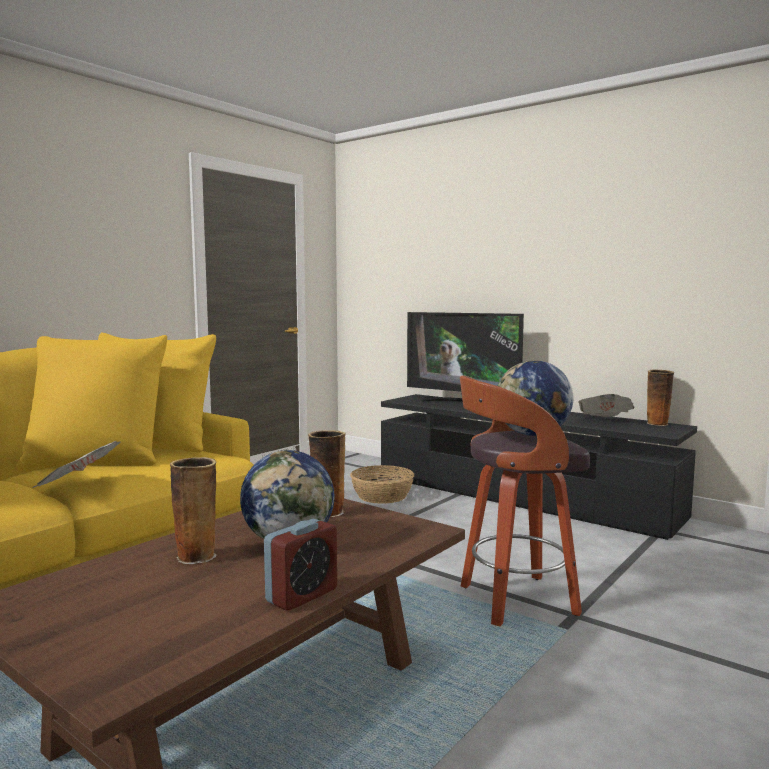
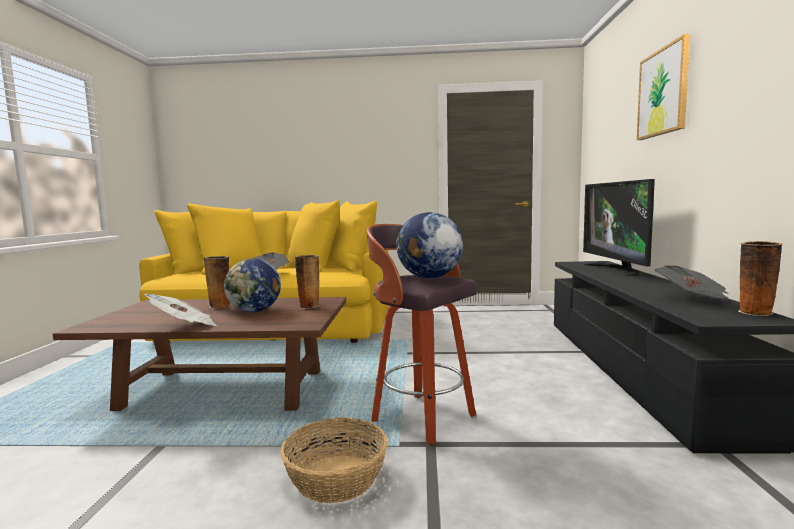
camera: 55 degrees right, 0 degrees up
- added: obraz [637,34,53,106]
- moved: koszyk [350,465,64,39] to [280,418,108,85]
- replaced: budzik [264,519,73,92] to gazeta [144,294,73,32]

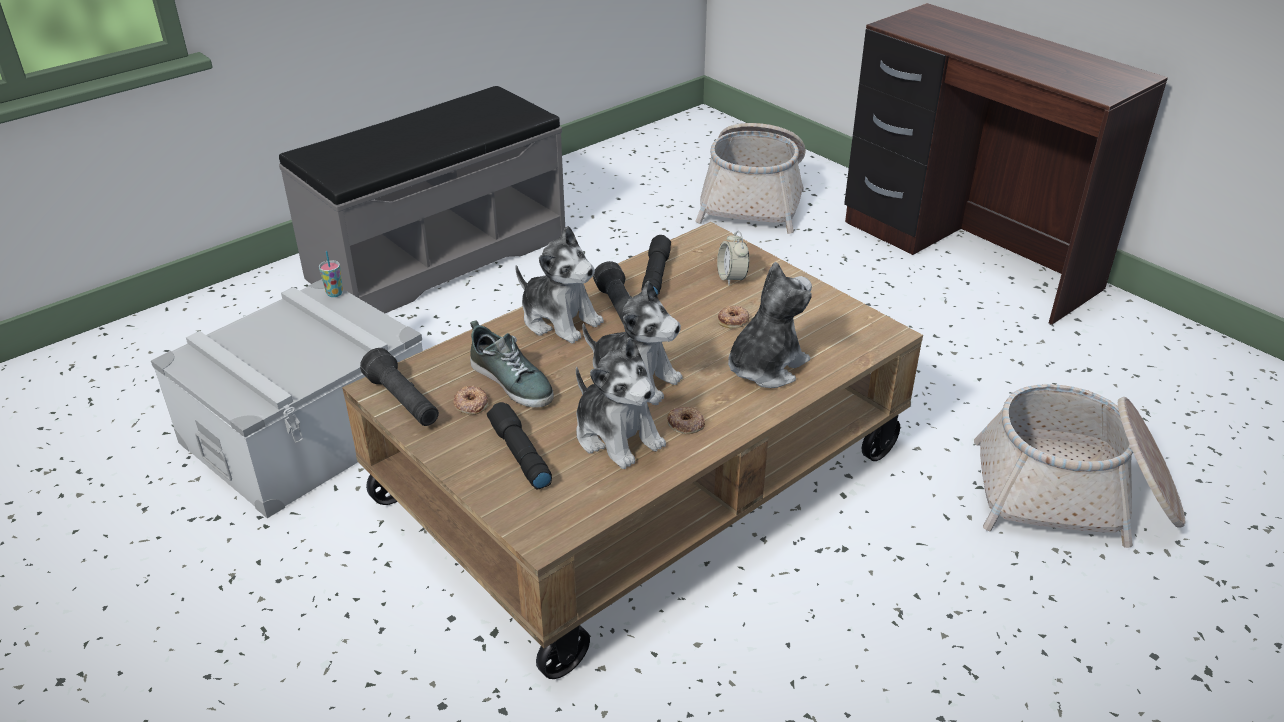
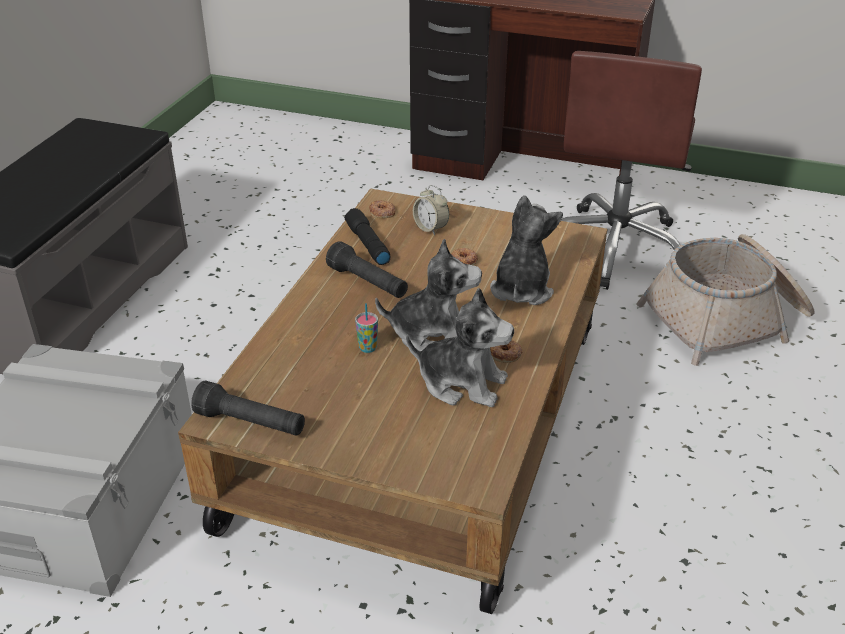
camera: 30 degrees left, 0 degrees up
- removed: but [470,320,84,88]
- removed: latarka (czarny) [487,402,65,88]
- removed: pluszak [515,226,89,117]
- removed: koszyk [695,123,111,111]
- added: krzesło biurowe (brązowy) [561,51,141,239]
- moved: filiżanka [319,251,24,46] to [355,303,23,50]
- moved: donut [453,386,35,29] to [369,200,27,18]

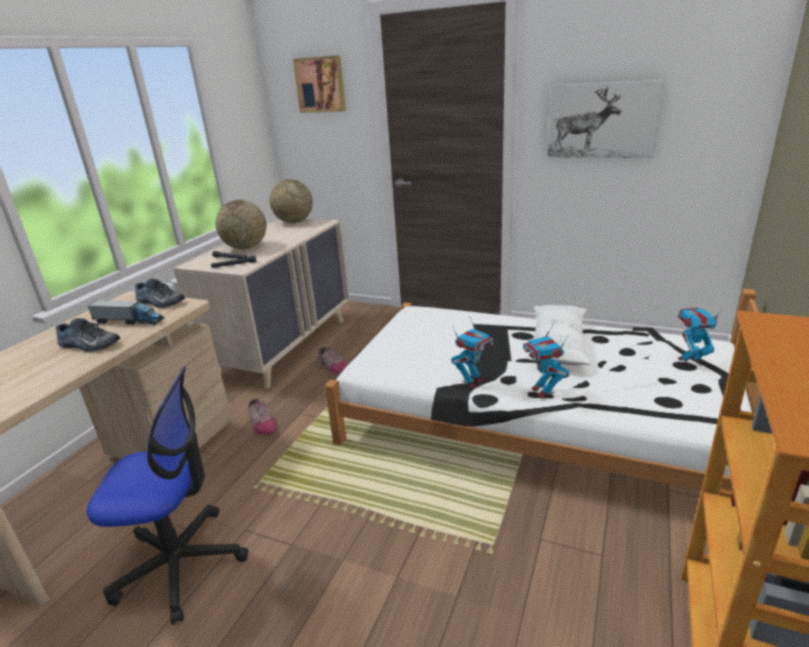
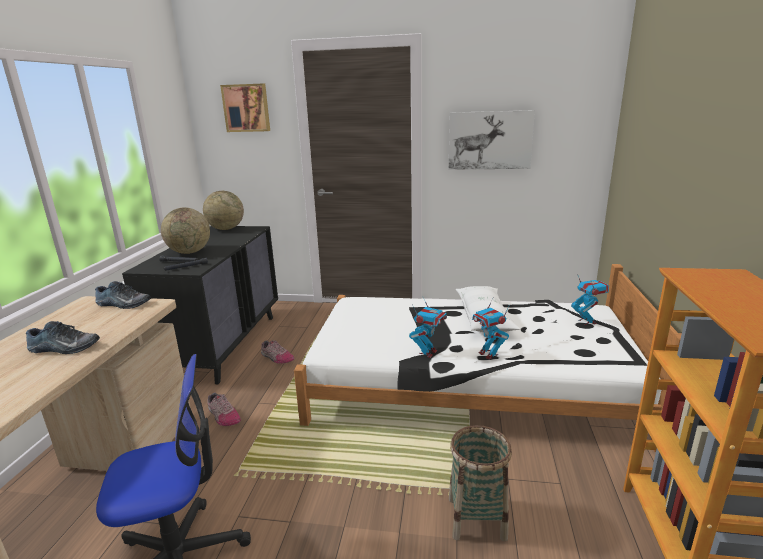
camera: 15 degrees left, 5 degrees down
- removed: ciężarówka zabawkowa [88,300,77,25]
- added: koszyk [449,425,63,117]
- recoloured: komoda (beżowy) [173,219,177,170] to komoda (czarny) [122,226,156,158]
- turned: robot zabawkowy [677,307,45,59] = [571,274,38,51] 90 degrees clockwise

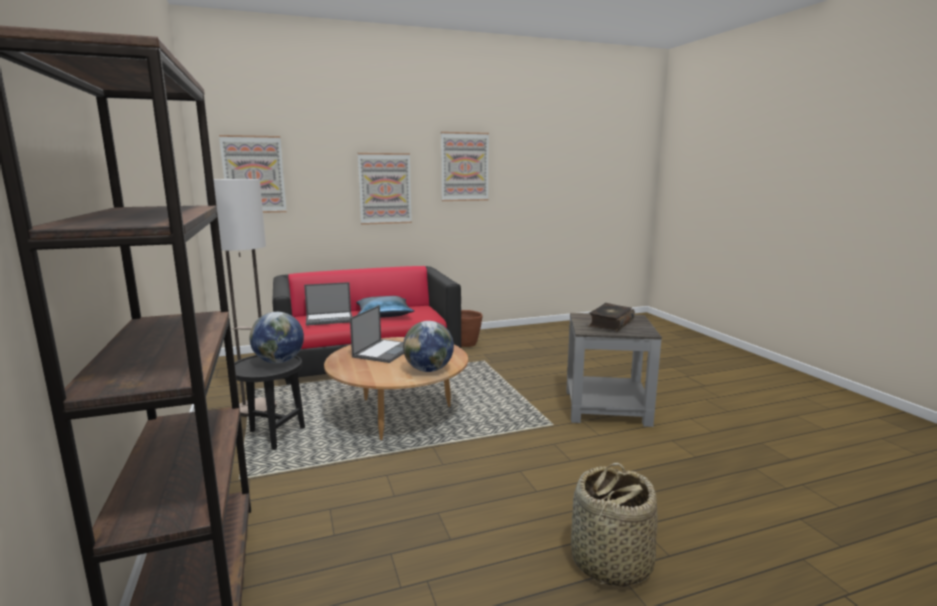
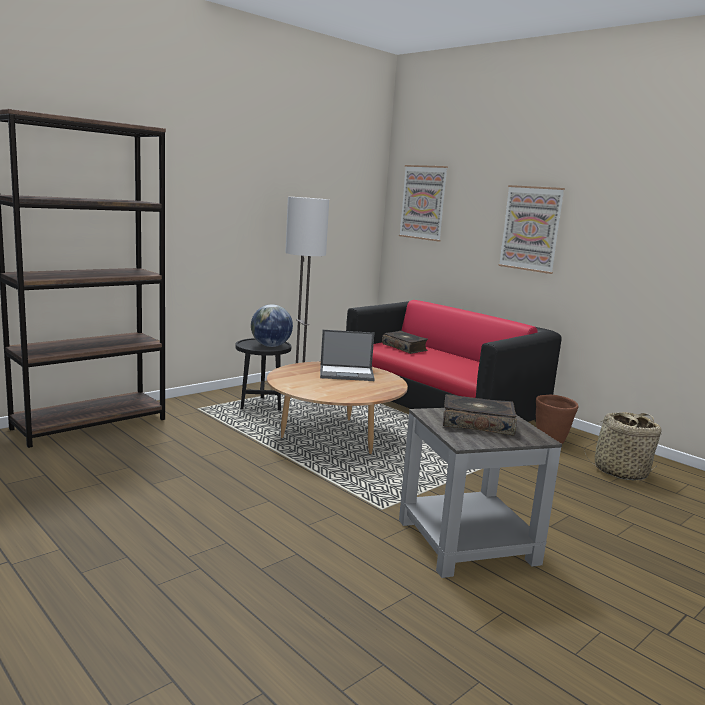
camera: 65 degrees right, 0 degrees up
- removed: poduszka (niebieski) [356,296,58,22]
- removed: globus [403,321,51,51]
- removed: obraz [441,132,48,69]
- moved: koszyk [571,463,86,123] to [584,412,78,68]
- replaced: laptop [304,282,48,44] to książka [382,331,46,23]

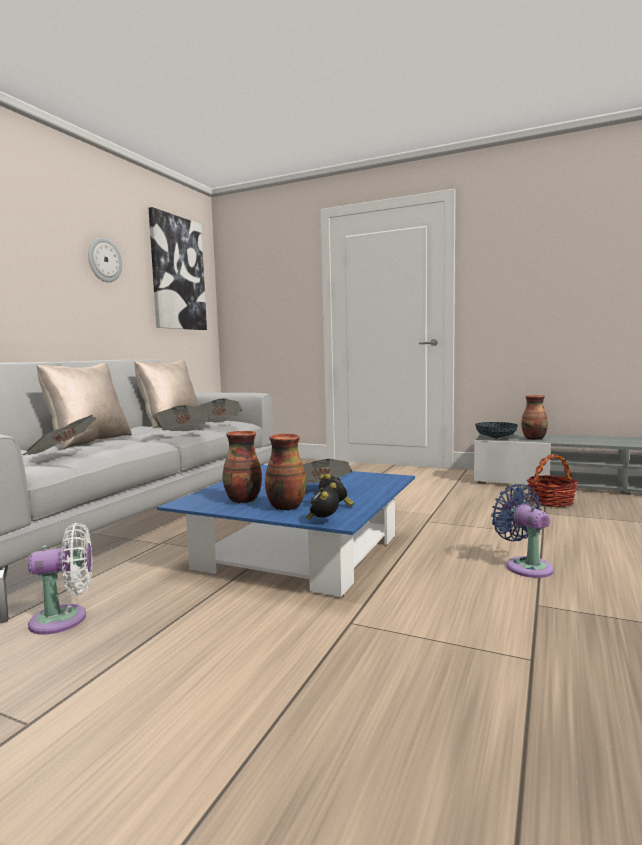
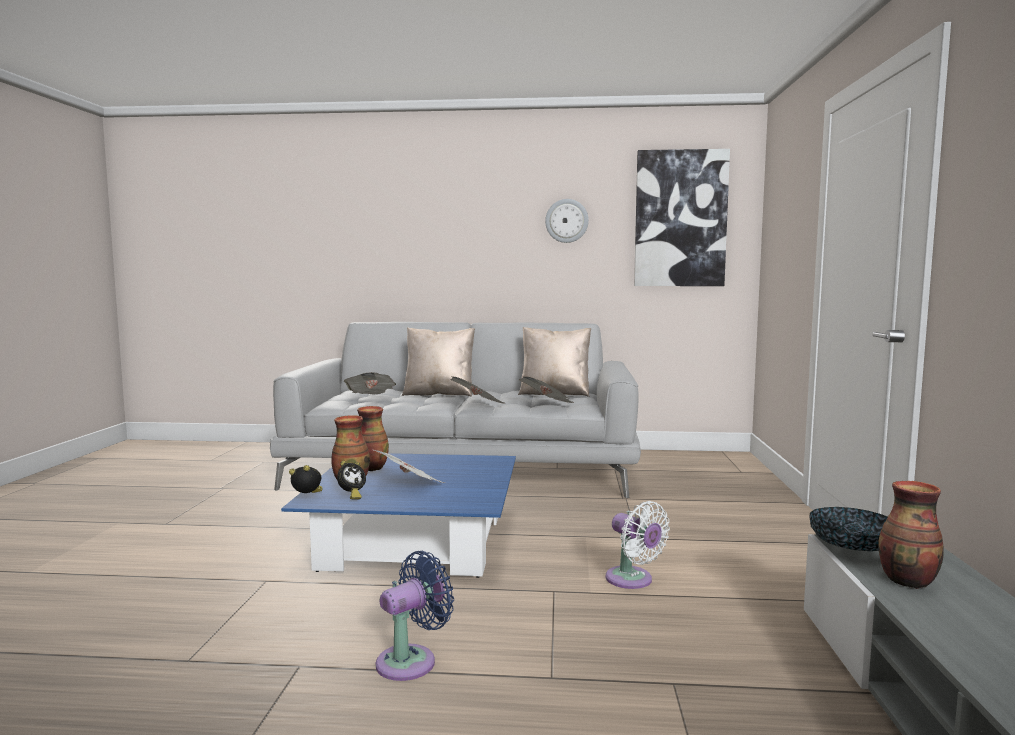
camera: 70 degrees right, 0 degrees up
- removed: koszyk [527,454,51,54]
- moved: wentylator (biały) [28,523,64,111] to [606,501,64,88]

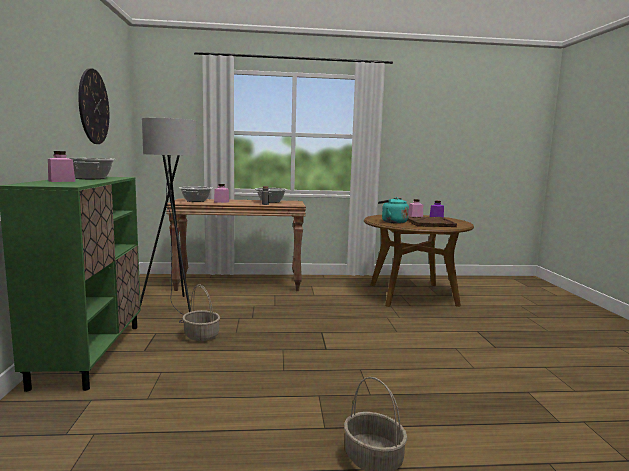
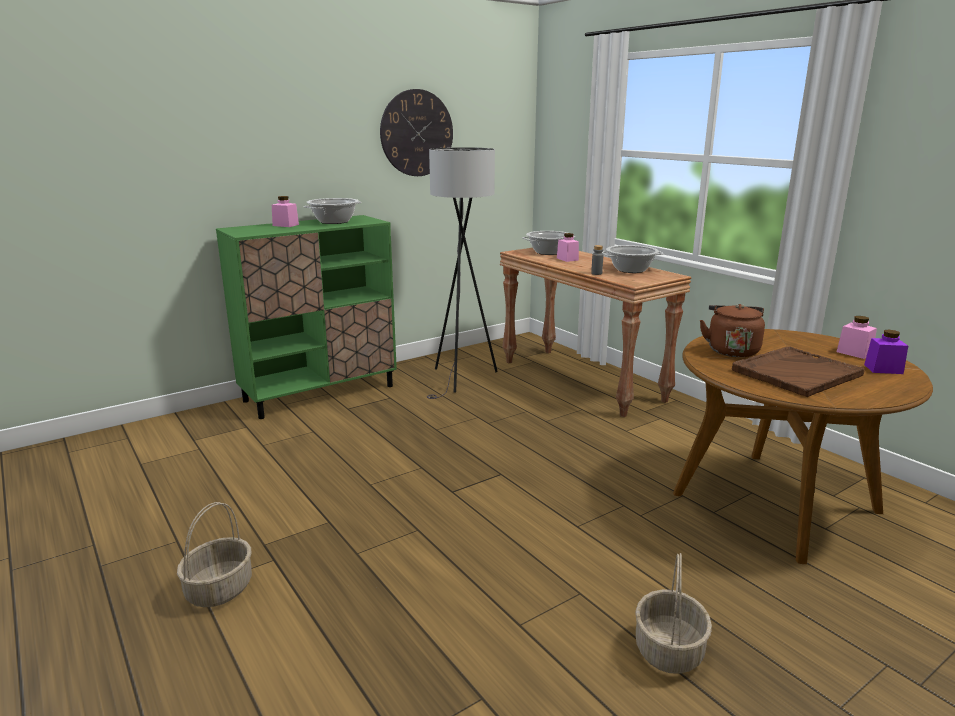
camera: 60 degrees right, 10 degrees up
- moved: koszyk [182,285,38,56] to [635,553,77,121]
- recoloured: czajnik (turkusowy) [378,197,31,27] to czajnik (brązowy) [700,304,65,53]

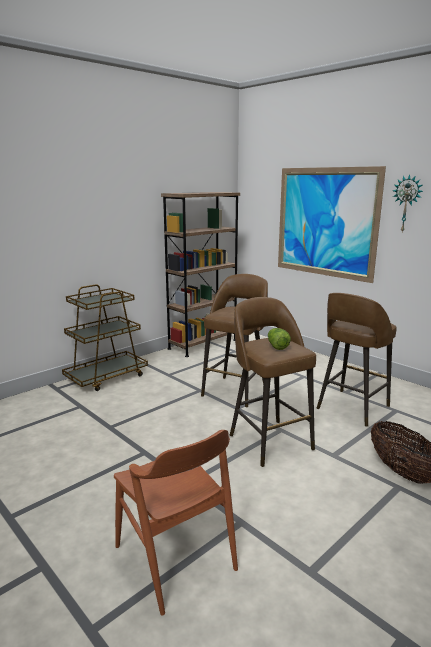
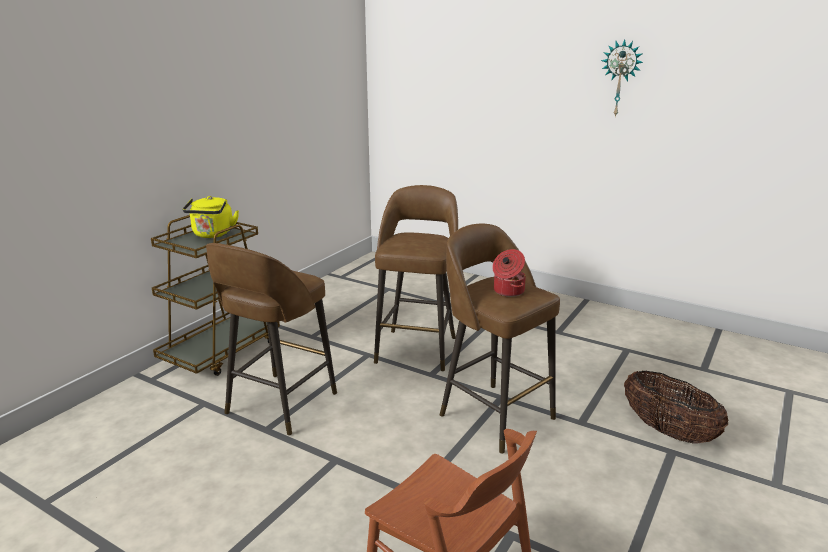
camera: 15 degrees left, 5 degrees up
- removed: regał (brązowy) [161,192,79,165]
- removed: obraz [278,166,108,117]
- added: czajnik (żółty) [182,196,57,42]
- moved: stołek (brązowy) [317,293,80,134] to [206,243,131,193]
- replaced: sałata [268,328,23,22] to garnek [492,249,34,48]

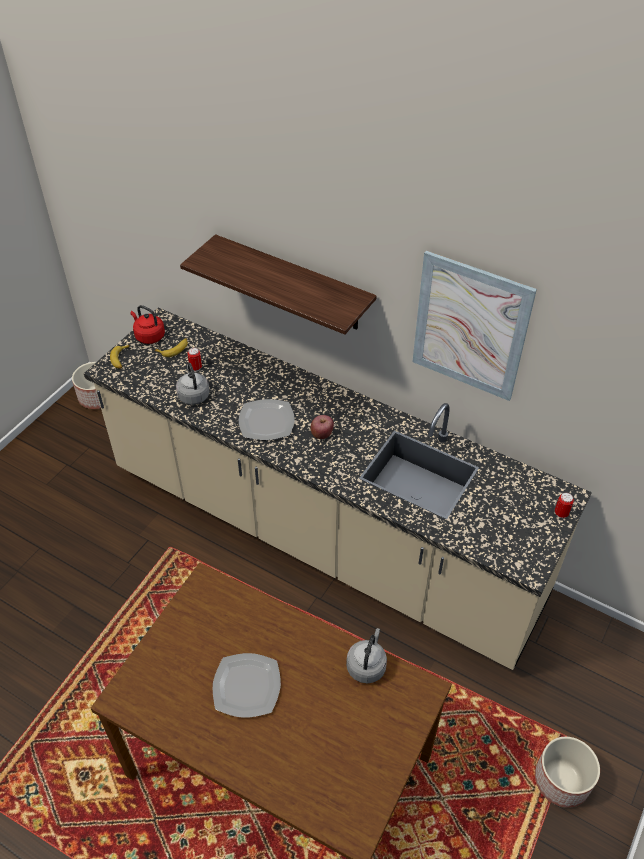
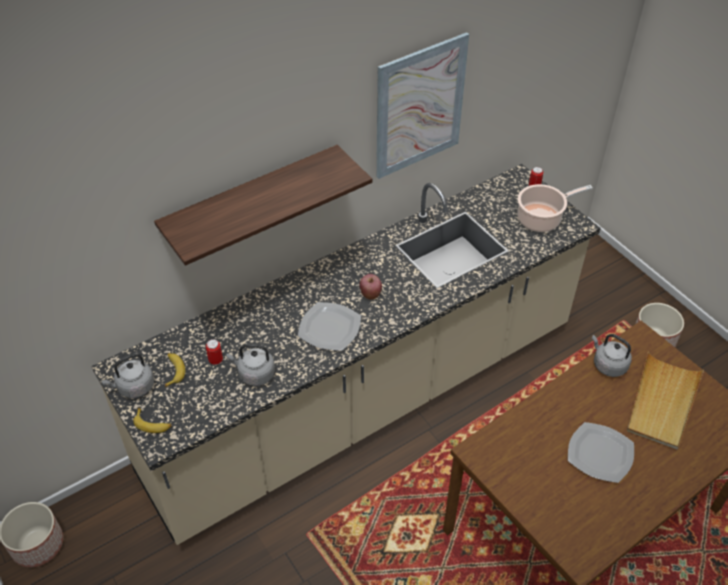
camera: 65 degrees left, 0 degrees up
- added: garnek [517,184,76,48]
- added: taca (beżowy) [627,351,77,99]
- recoloured: czajnik (czerwony) [130,305,35,39] to czajnik (szary) [102,353,52,45]

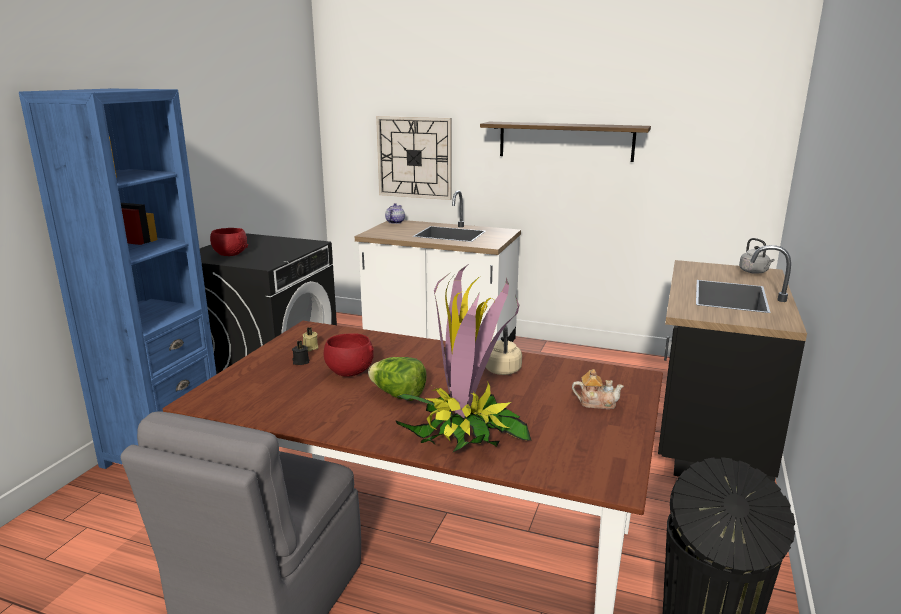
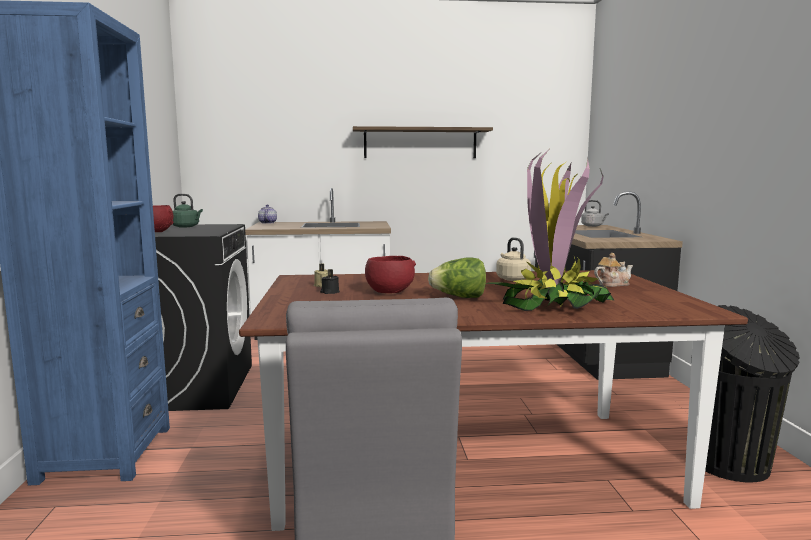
camera: 25 degrees left, 10 degrees down
- removed: zegar ścienny [376,116,76,84]
- added: czajnik (zielony) [172,194,31,34]

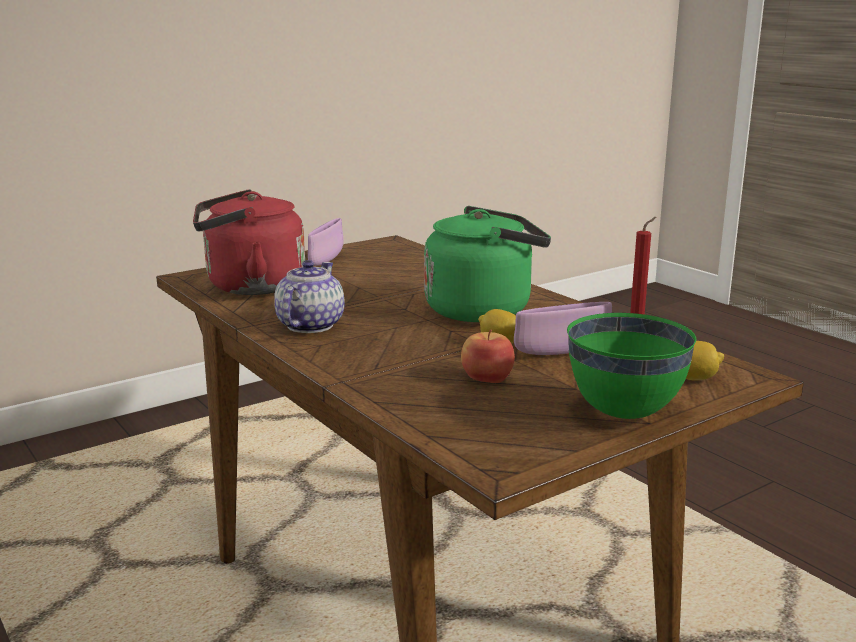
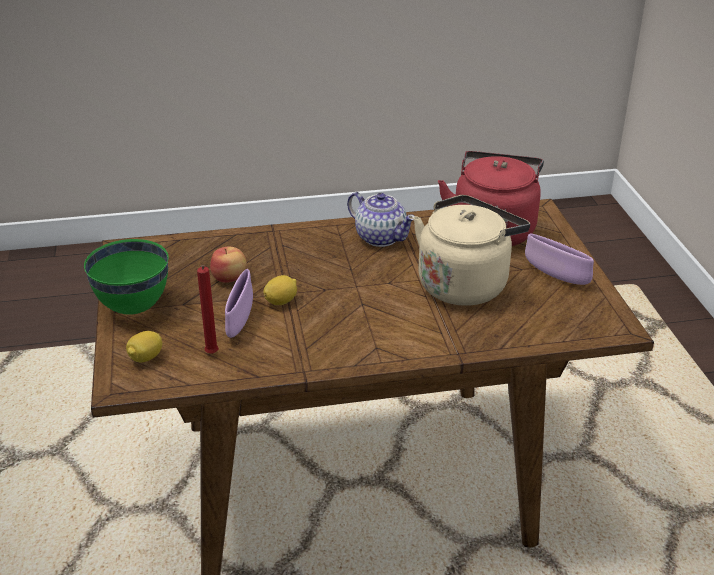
camera: 115 degrees right, 15 degrees up
- removed: czajnik (zielony) [424,206,127,116]
- added: czajnik (beżowy) [413,195,117,111]

